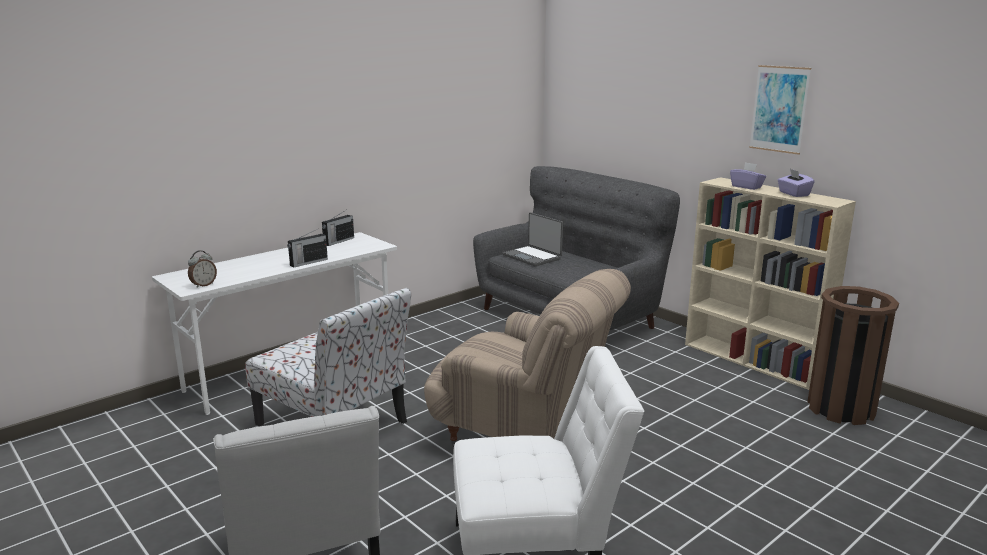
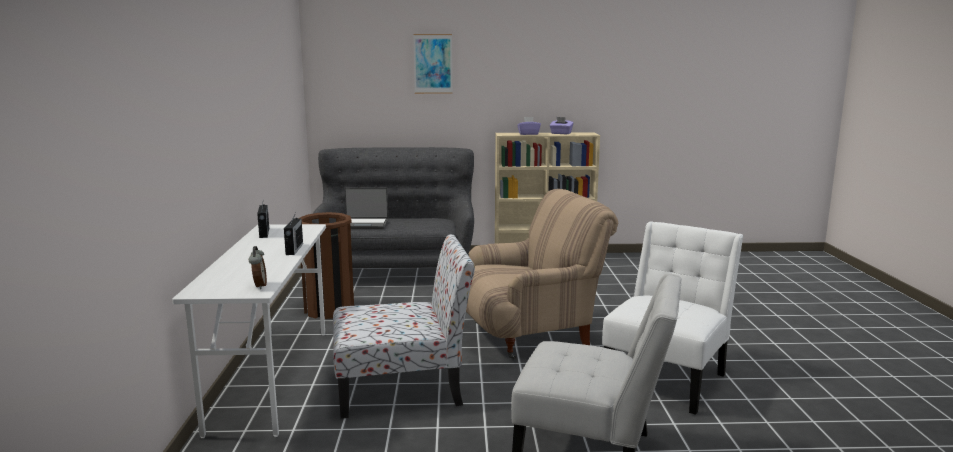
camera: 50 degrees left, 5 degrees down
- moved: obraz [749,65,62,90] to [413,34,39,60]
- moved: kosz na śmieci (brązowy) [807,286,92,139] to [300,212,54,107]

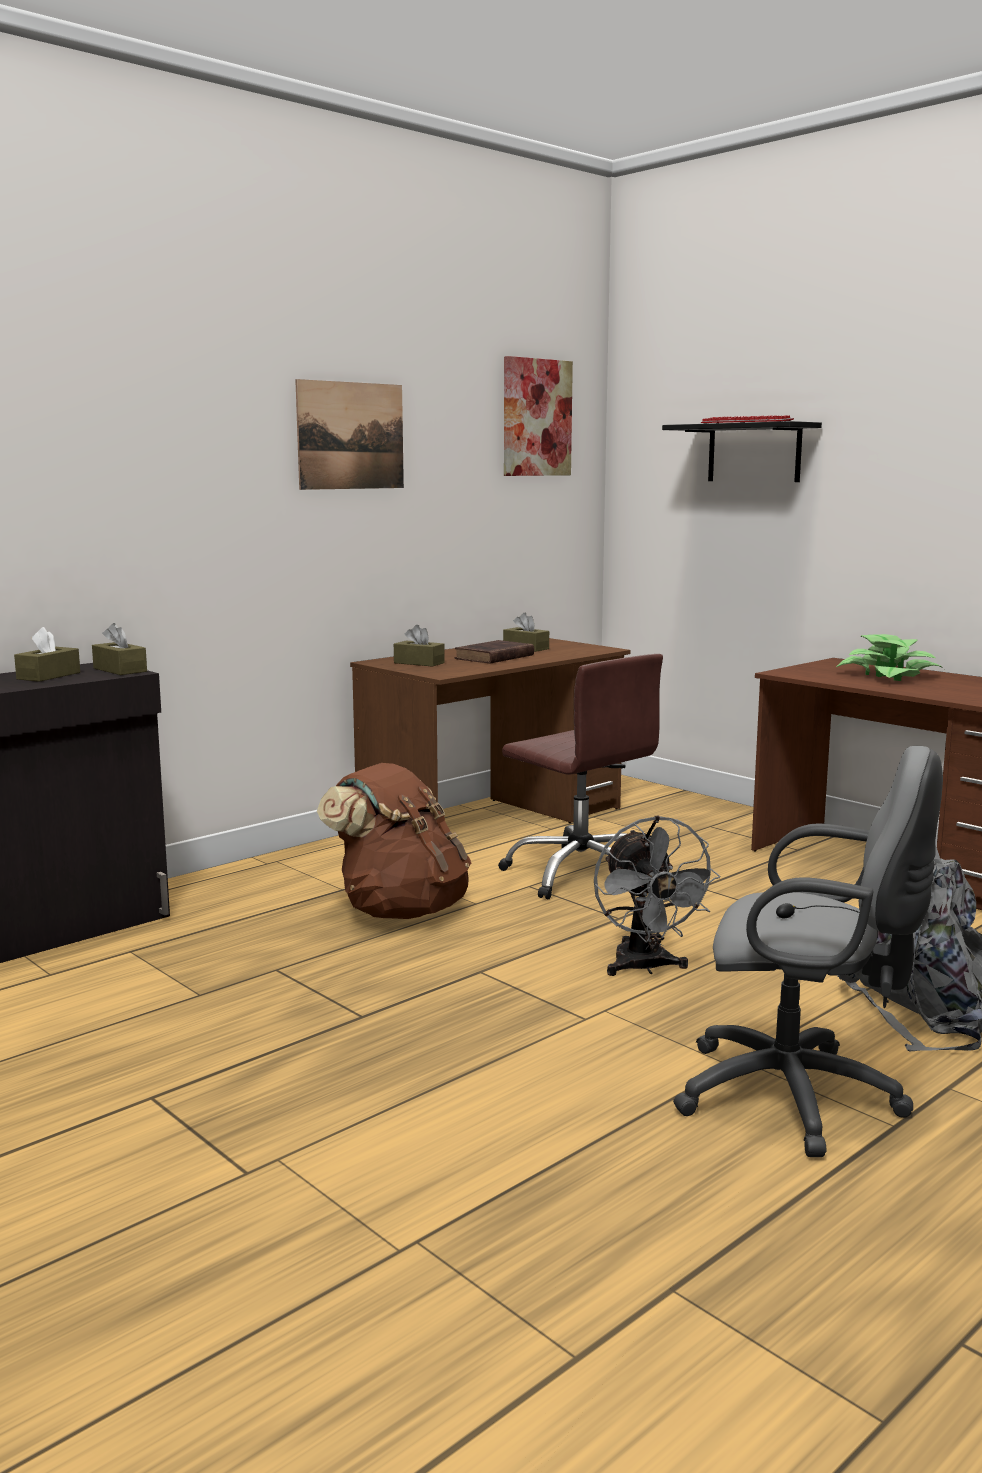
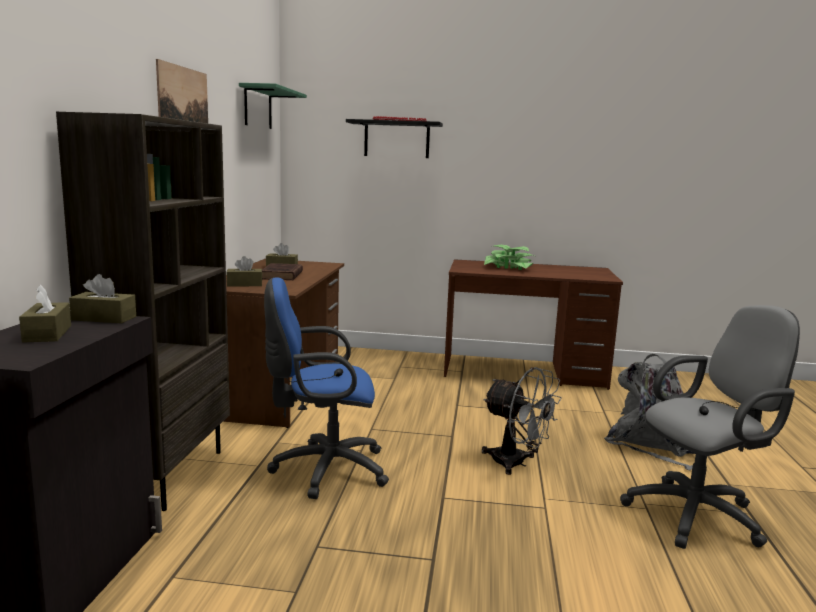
camera: 40 degrees left, 0 degrees up
- removed: krzesło biurowe (brązowy) [498,654,165,245]
- added: regał (brązowy) [56,112,174,399]
- replaced: plecak (brązowy) [317,763,154,156] to krzesło biurowe (niebieski) [264,277,125,222]
- replaced: obraz [504,356,69,120] to półka (zielony) [239,83,68,46]

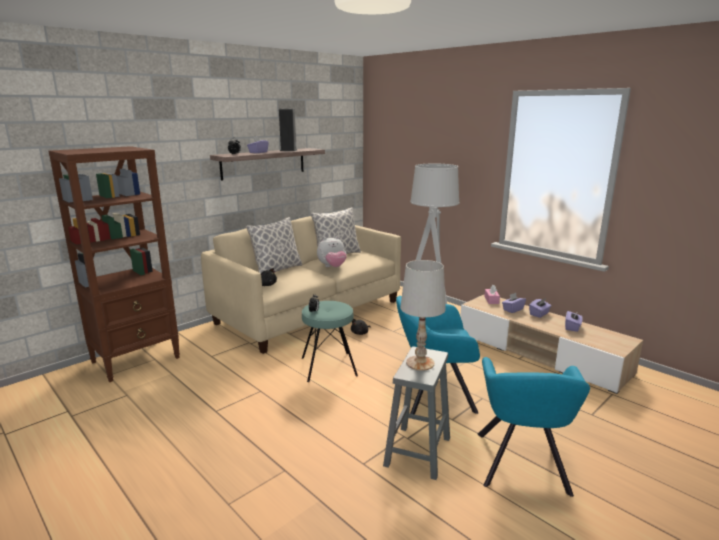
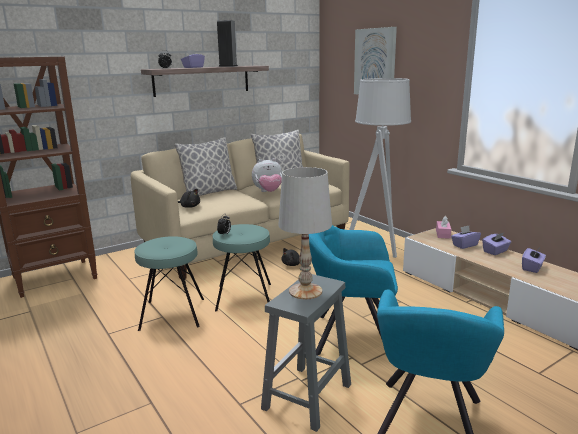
camera: 10 degrees right, 0 degrees up
- added: stołek (turkusowy) [134,236,70,95]
- added: obraz [354,27,43,68]

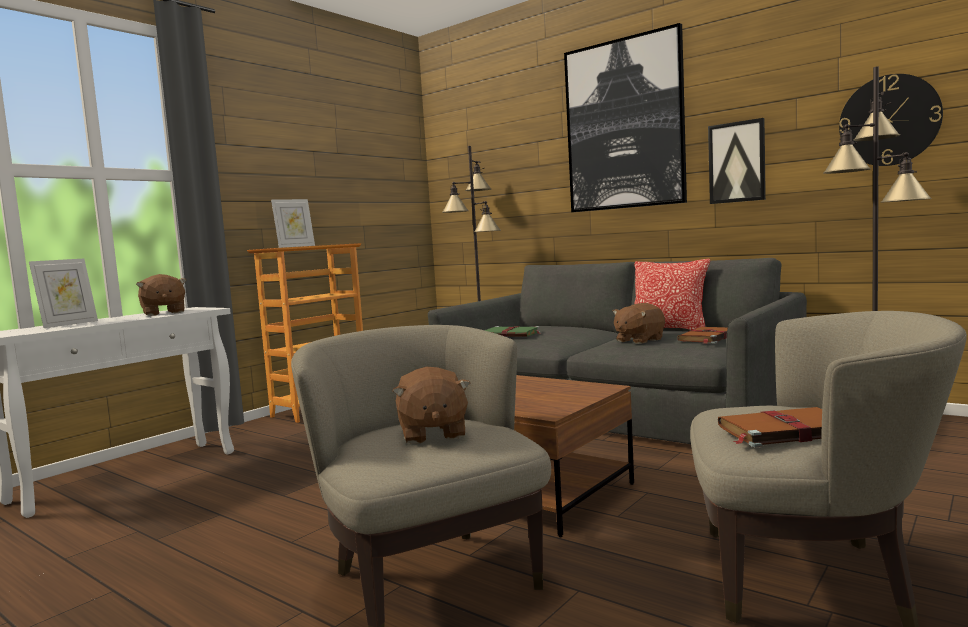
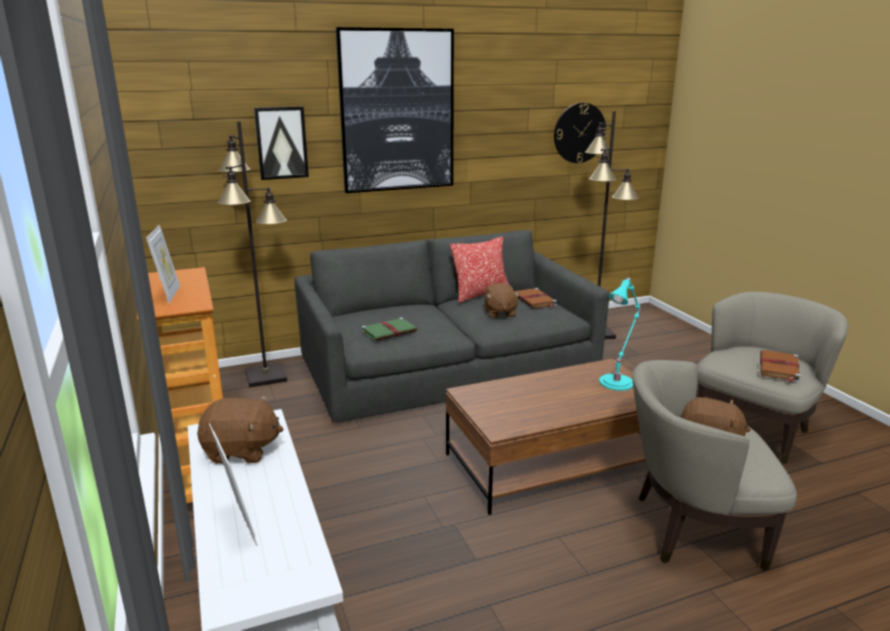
camera: 60 degrees left, 15 degrees up
- added: lampa stołowa (turkusowy) [599,277,42,114]
- moved: obraz [708,118,58,86] to [254,106,55,74]

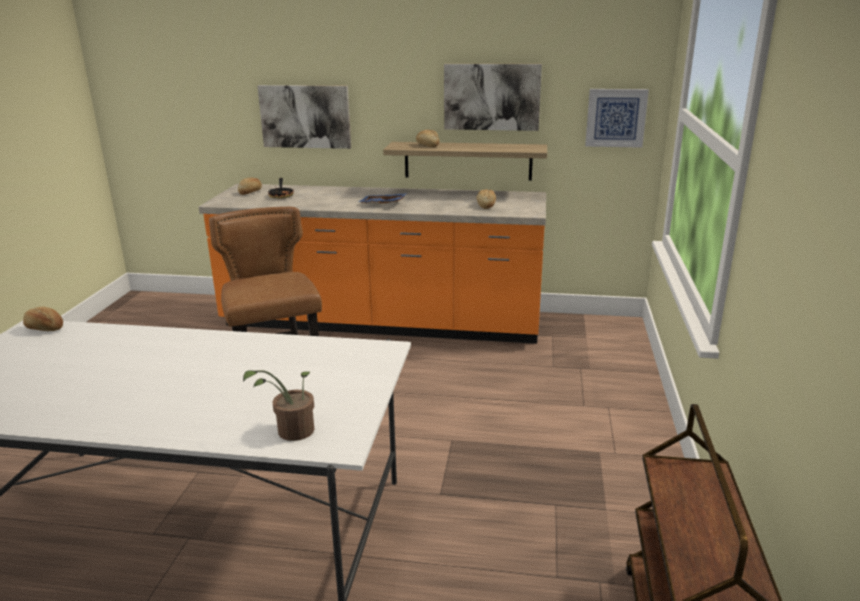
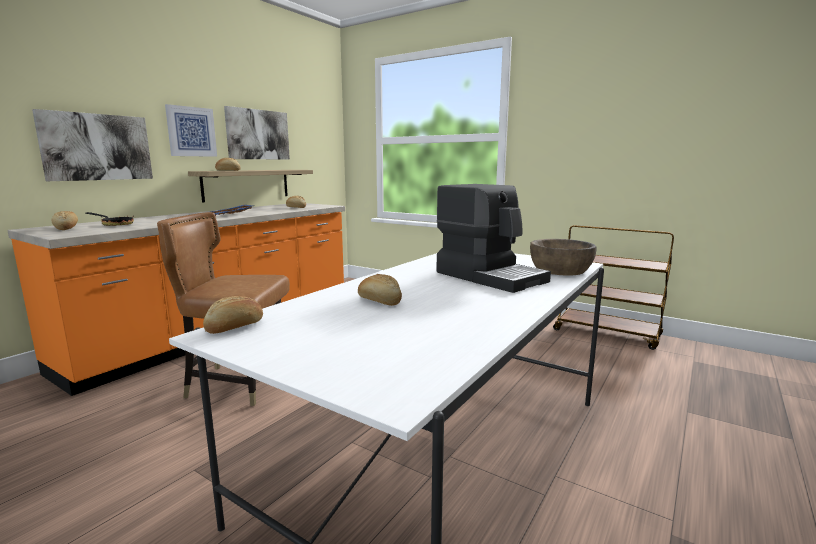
camera: 65 degrees left, 10 degrees down
- added: chleb [358,274,44,32]
- added: ekspres do kawy [436,184,115,109]
- moved: obraz [585,89,64,59] to [165,104,52,53]
- replaced: roślina doniczkowa [243,370,72,71] to miska (brązowy) [530,239,66,37]

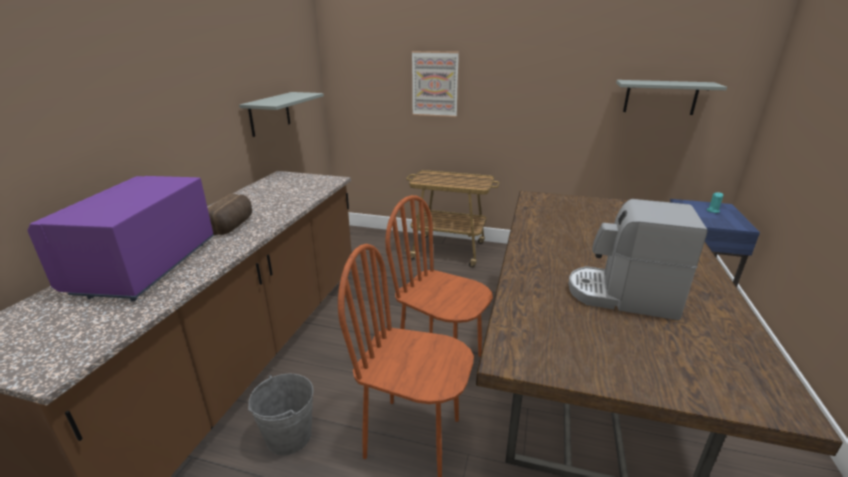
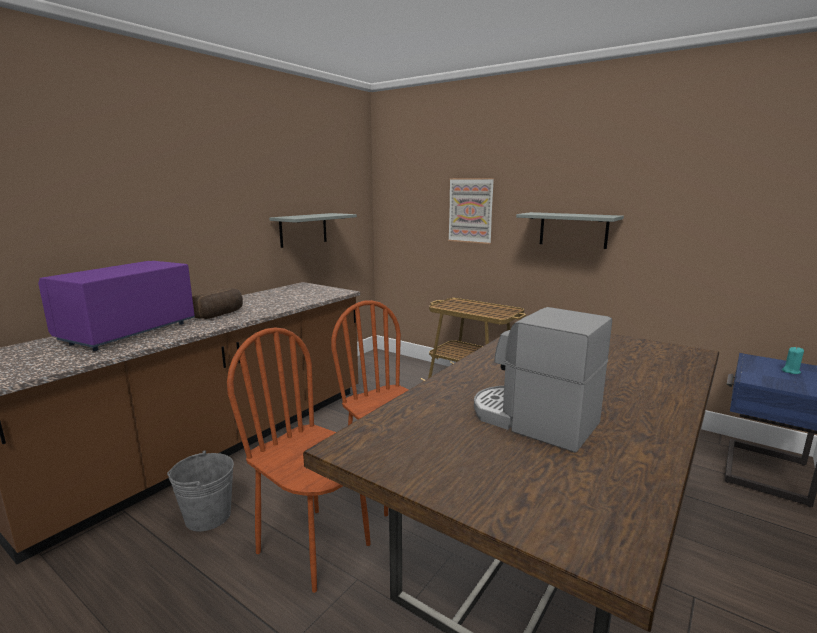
camera: 20 degrees right, 10 degrees down
- moved: półka (szary) [616,80,111,35] to [516,212,108,37]

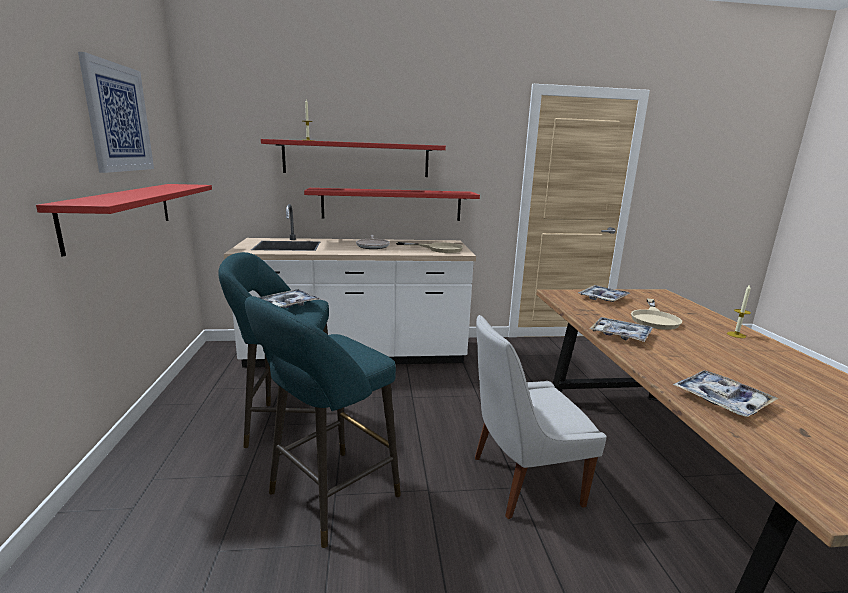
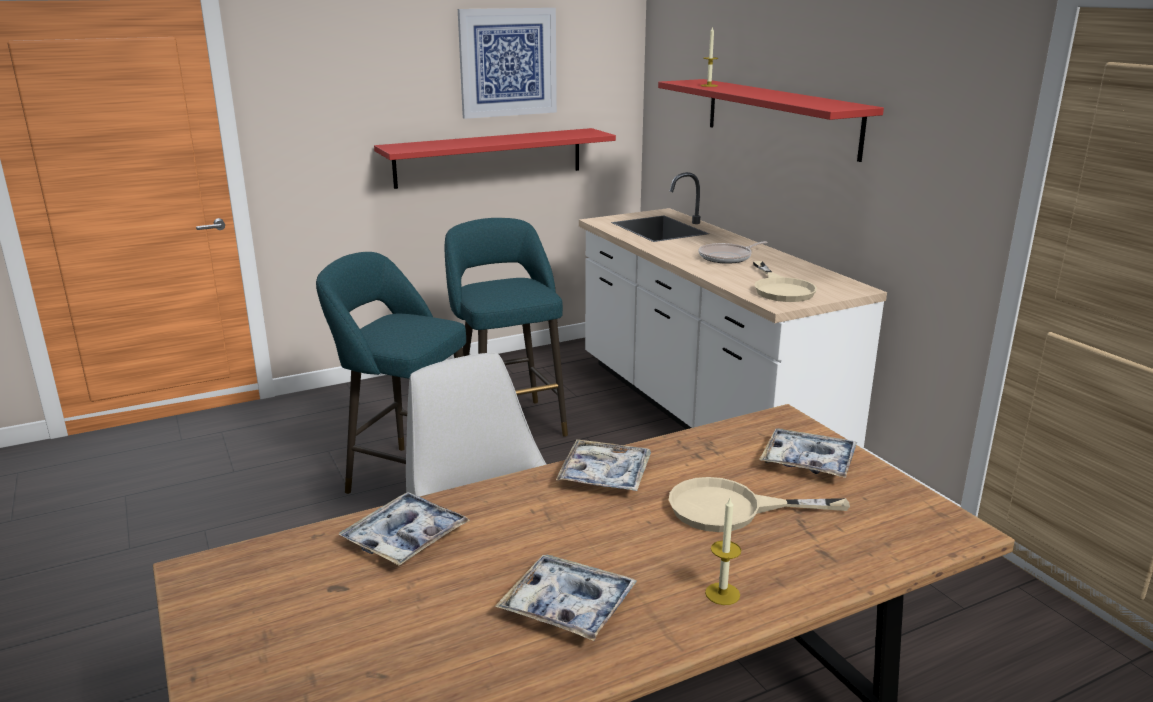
camera: 70 degrees right, 5 degrees up
- removed: półka (czerwony) [304,188,176,33]
- moved: taca [258,289,62,19] to [495,554,142,87]

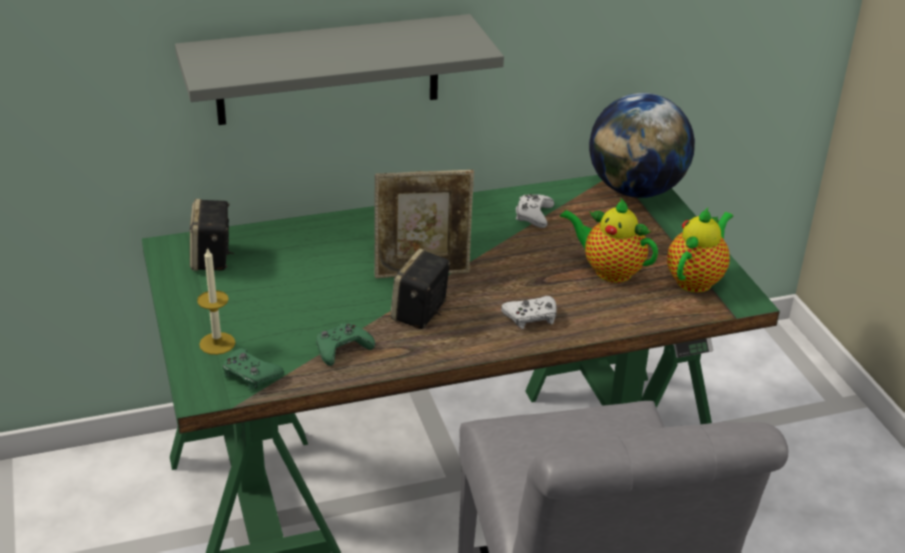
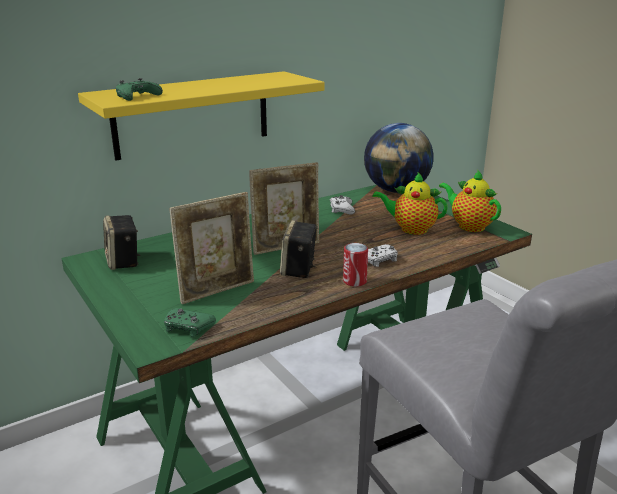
camera: 15 degrees left, 10 degrees down
- removed: świeca [197,247,39,108]
- added: ramka na zdjęcie [169,192,85,112]
- added: puszka [343,243,25,44]
- moved: pad do gier (zielony) [316,323,59,43] to [116,78,47,23]
- recoloured: półka (szary) [175,14,329,111] to półka (żółty) [78,71,247,89]
- turned: imbryk [667,208,66,85] = [439,170,62,62] 60 degrees counterclockwise

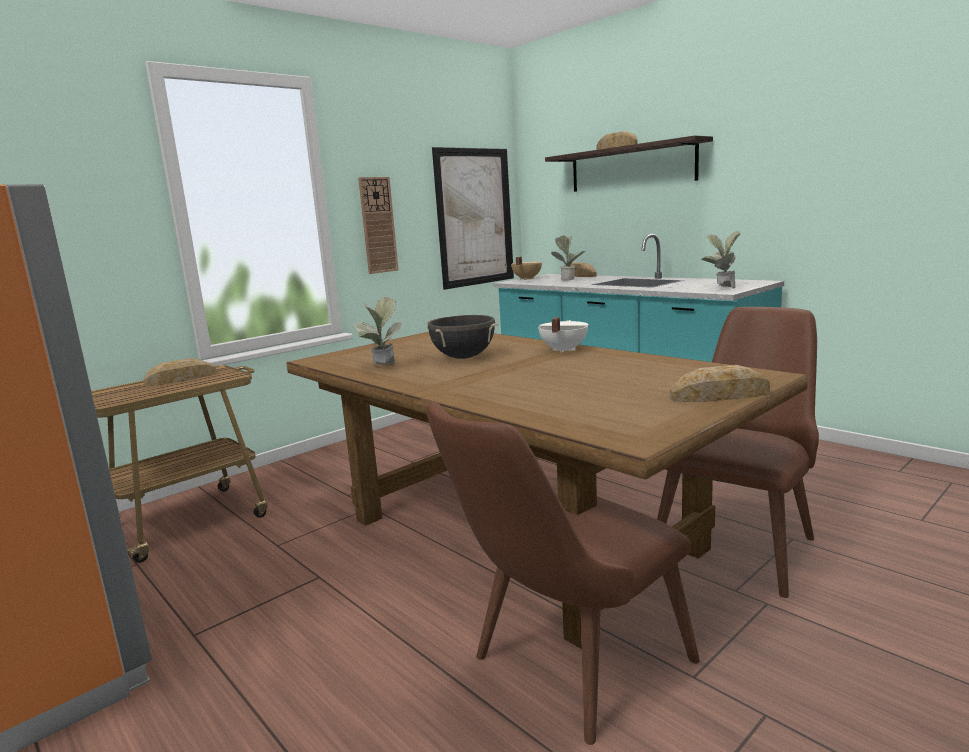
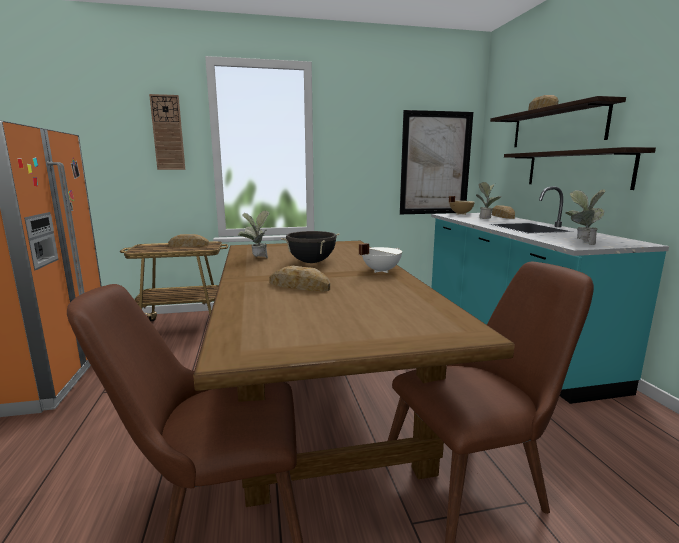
camera: 30 degrees right, 0 degrees up
- added: półka [504,147,152,43]
- moved: zegar ścienny [358,177,41,97] to [149,94,36,76]
- moved: chleb [670,365,100,37] to [269,266,61,26]

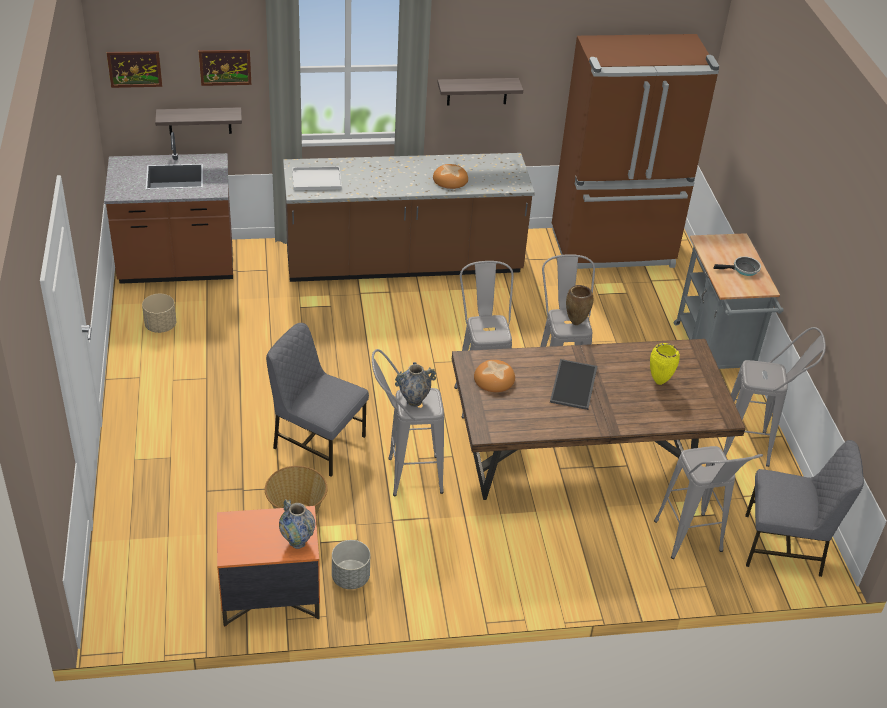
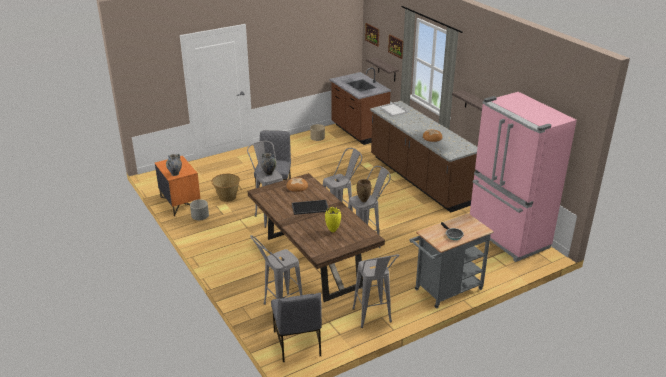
camera: 70 degrees right, 10 degrees down
- recoloured: lodówka (brązowy) [552,34,167,235] to lodówka (różowy) [470,92,107,170]

